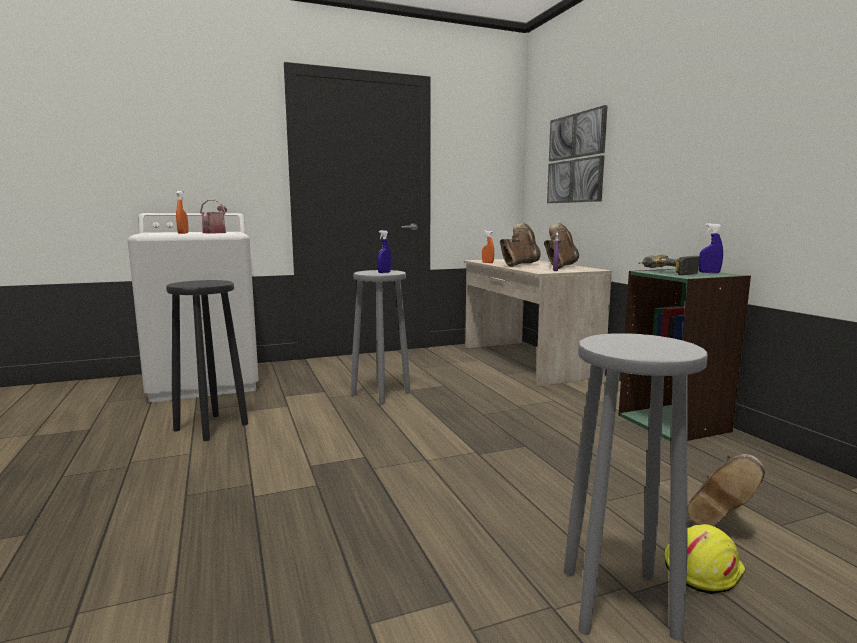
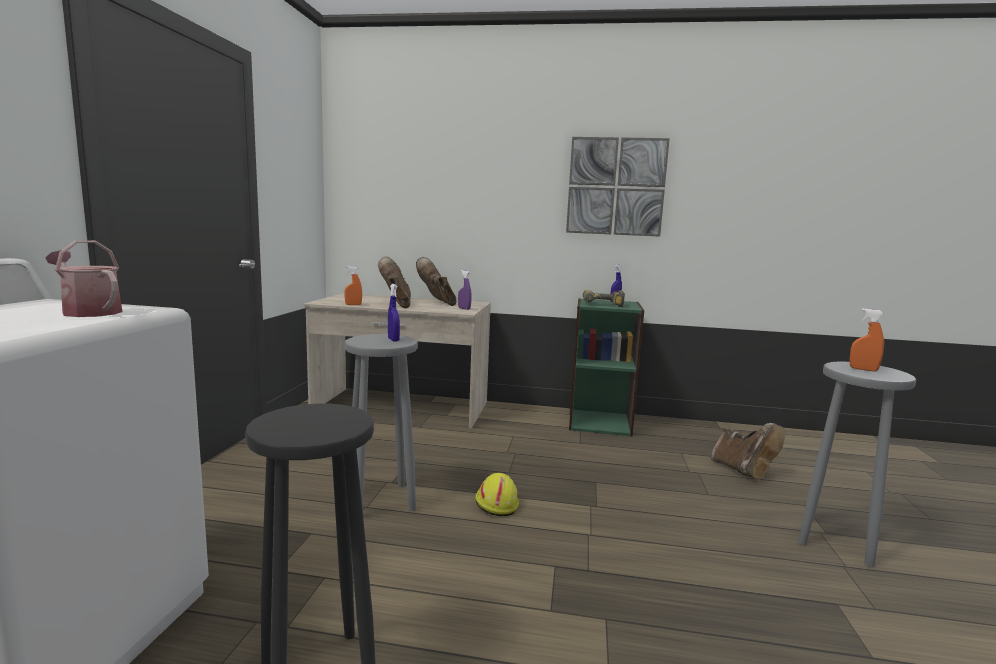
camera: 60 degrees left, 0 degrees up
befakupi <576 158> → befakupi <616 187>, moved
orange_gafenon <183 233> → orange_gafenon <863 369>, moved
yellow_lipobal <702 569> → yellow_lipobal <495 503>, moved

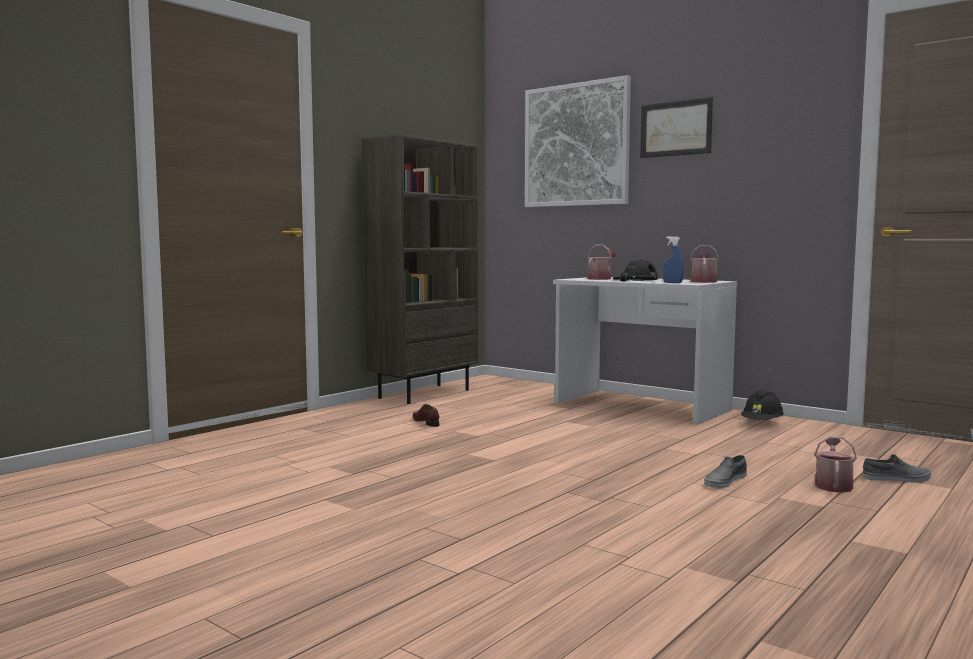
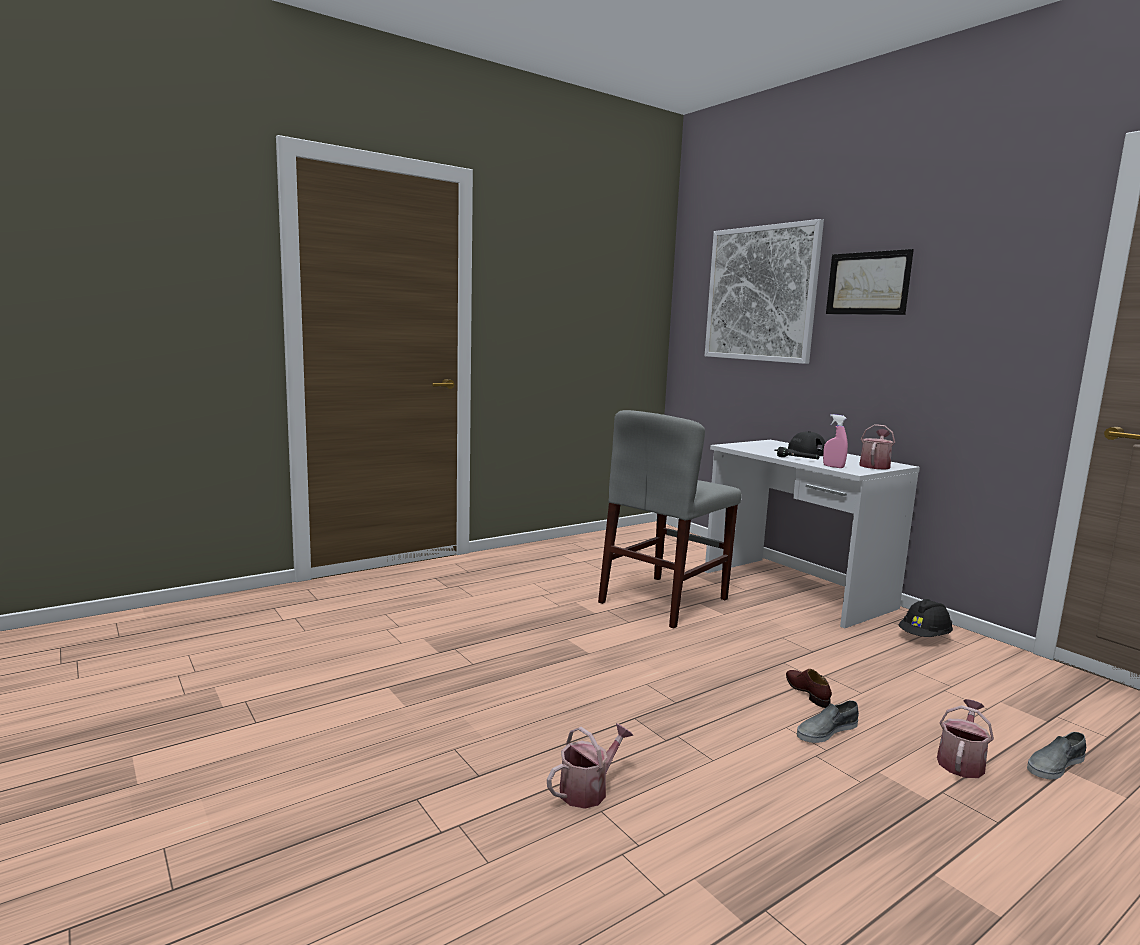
camera: 15 degrees right, 5 degrees up
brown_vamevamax <424 394> → -
blue_gafenon <672 283> → pink_gafenon <833 467>
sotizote <601 279> → sotizote <588 789>, moved
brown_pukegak <426 422> → brown_pukegak <807 692>, moved
grey_pukegak <897 479> → grey_pukegak <1054 765>, 135 degrees clockwise
- → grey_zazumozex <664 600>

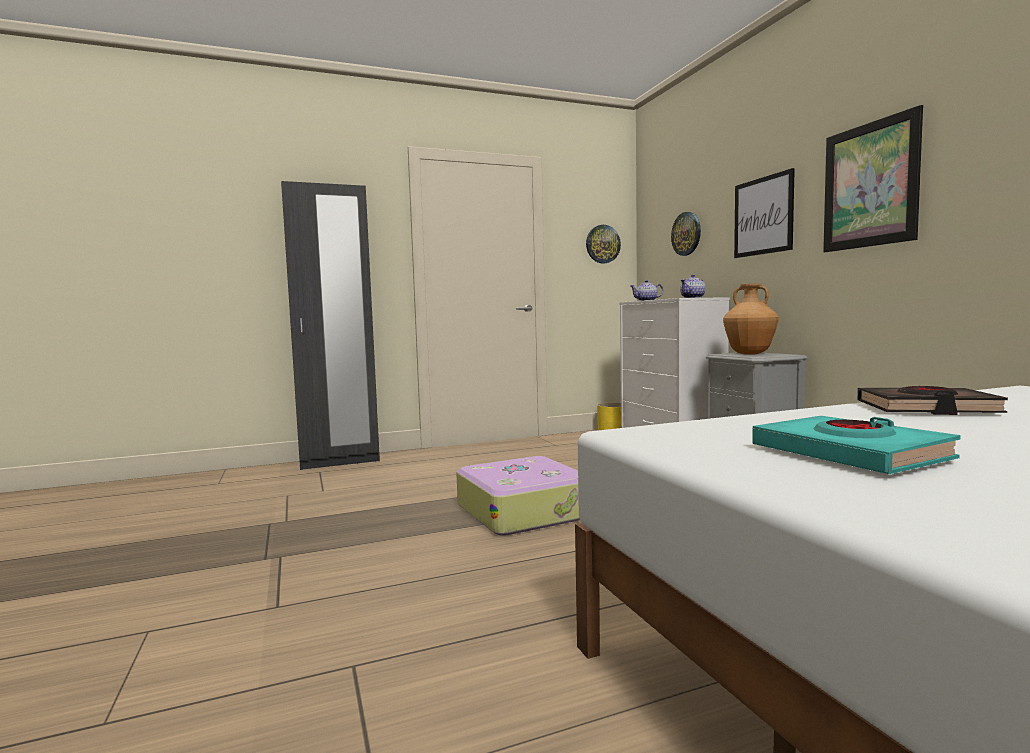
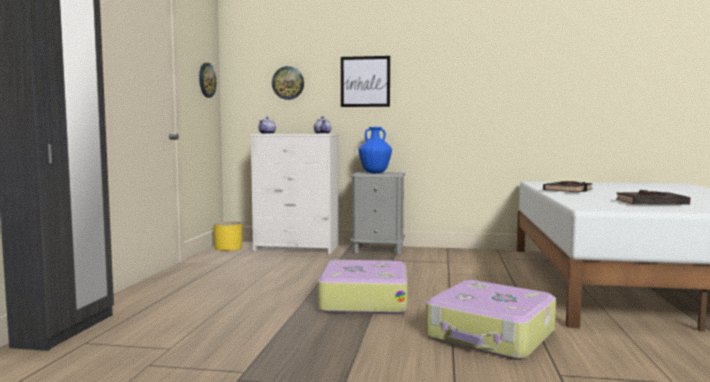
camera: 60 degrees left, 0 degrees up
befakupi <870 185> → -
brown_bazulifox <750 354> → blue_bazulifox <375 173>
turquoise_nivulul <849 454> → black_nivulul <651 203>
- → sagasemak <491 335>

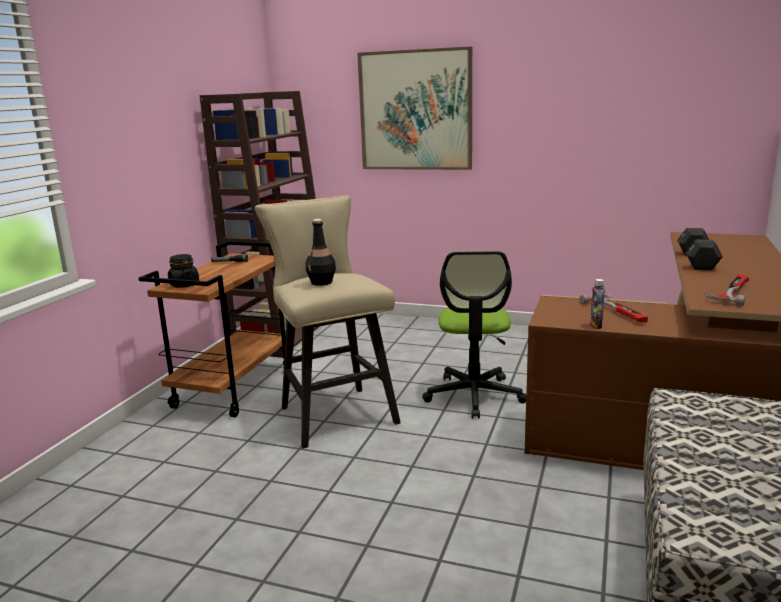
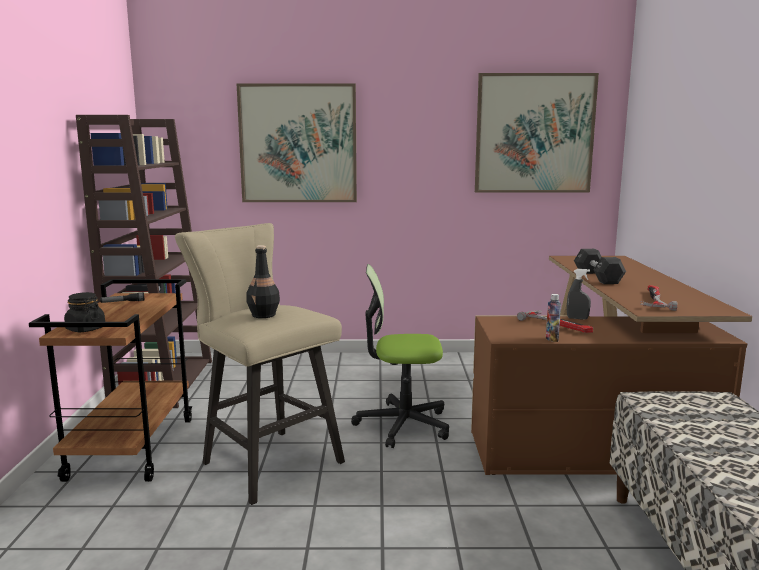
camera: 20 degrees left, 5 degrees down
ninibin <474 395> → ninibin <402 424>, 105 degrees clockwise
- → befakupi <534 134>
- → grey_gafenon <577 318>

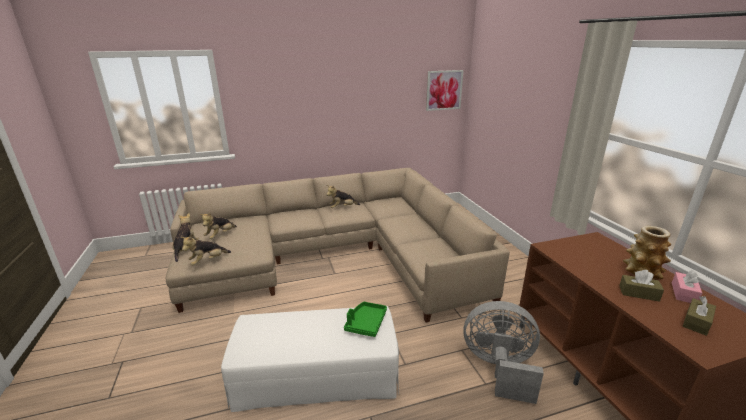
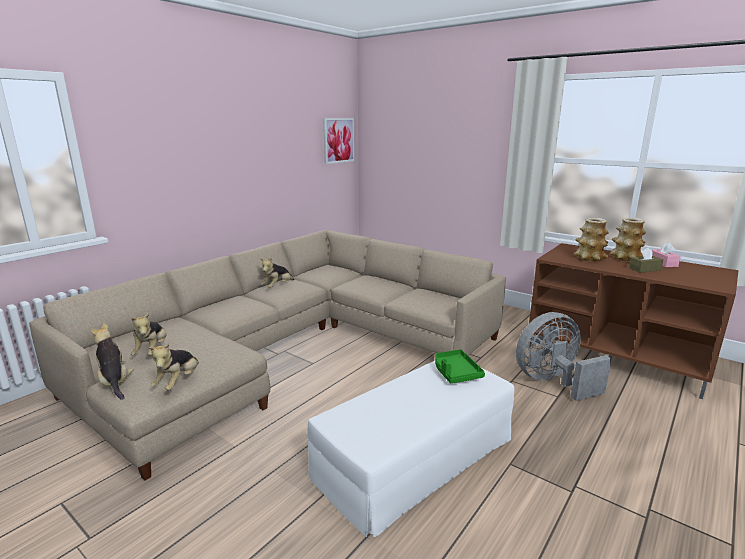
camera: 35 degrees left, 5 degrees down
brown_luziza <696 322> → -
- → bazulifox <589 258>

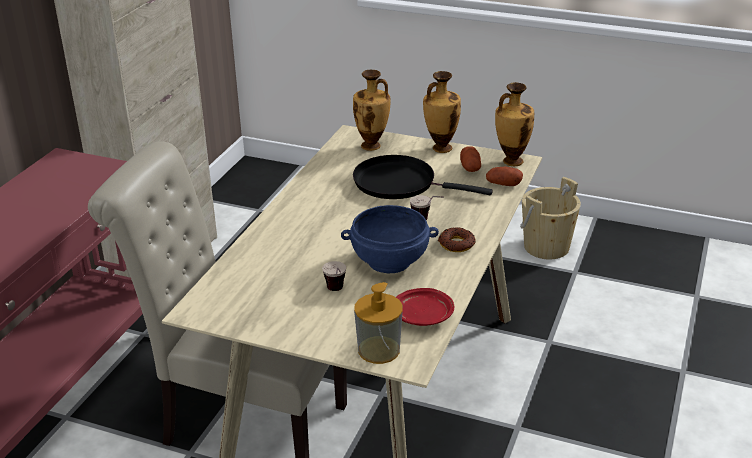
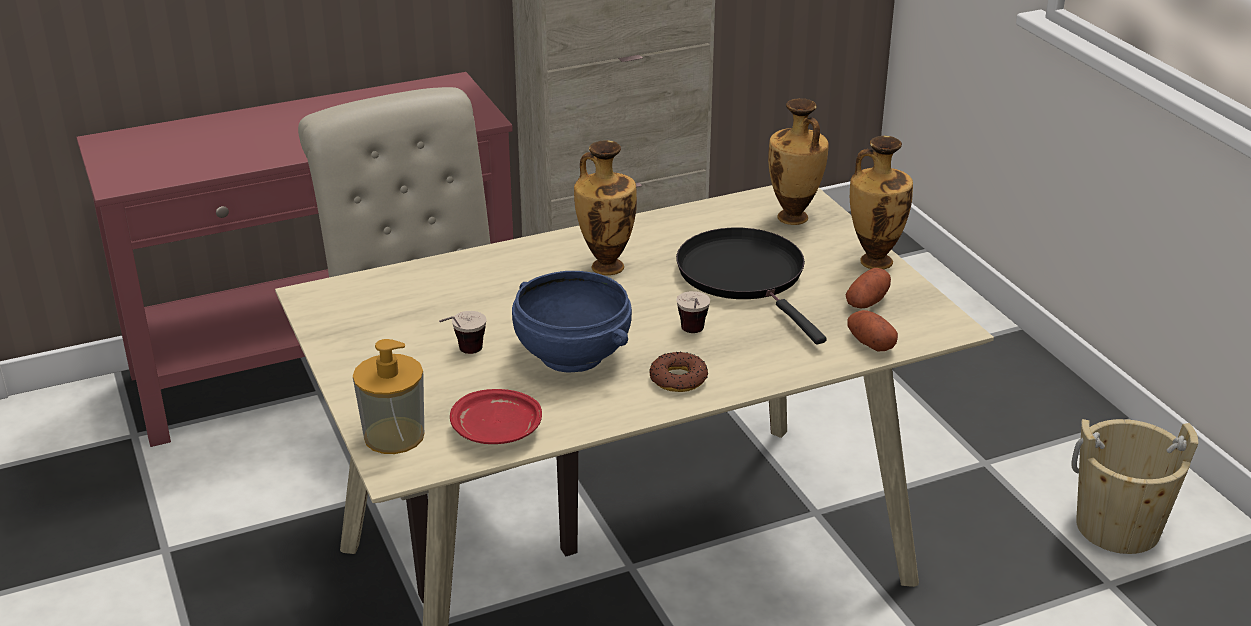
camera: 45 degrees right, 0 degrees up
bazulifox <511 161> → bazulifox <606 266>, moved

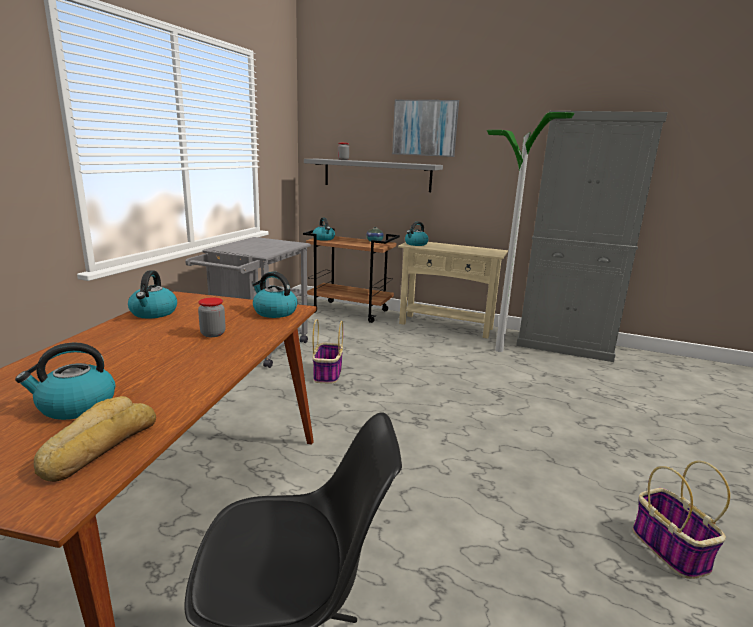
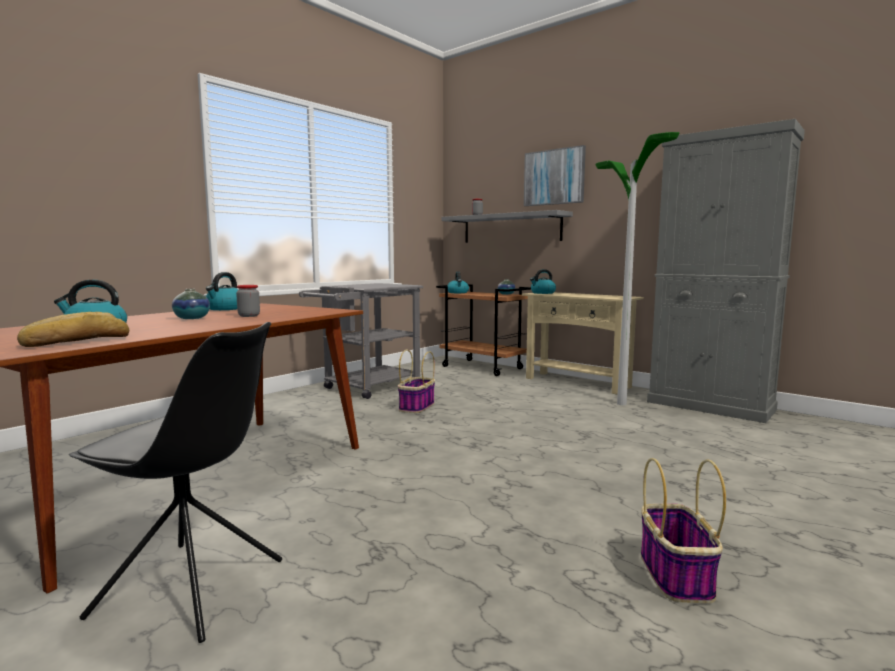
camera: 20 degrees right, 10 degrees down
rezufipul <274 312> → -
- → bazulifox <192 318>

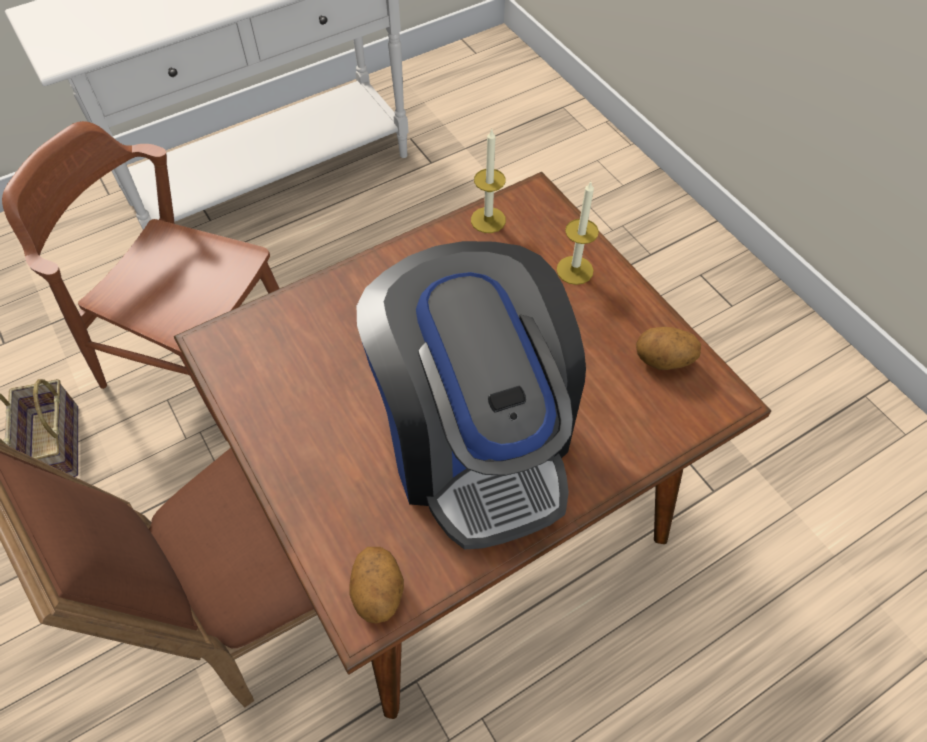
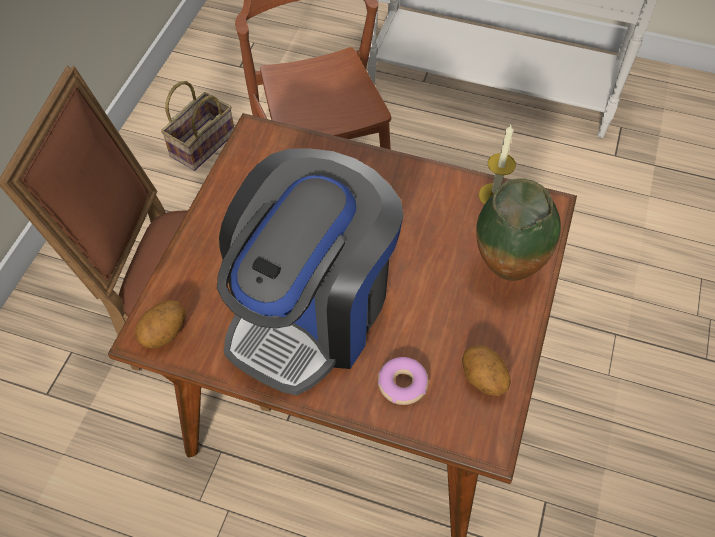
camera: 50 degrees right, 0 degrees up
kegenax <574 270> → bazulifox <506 274>
- → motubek <402 384>

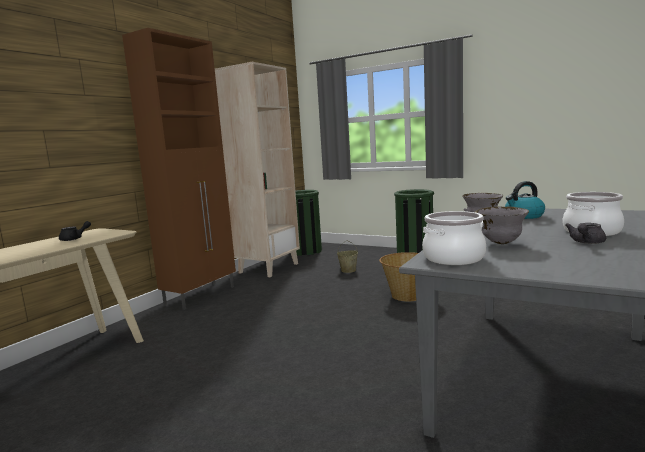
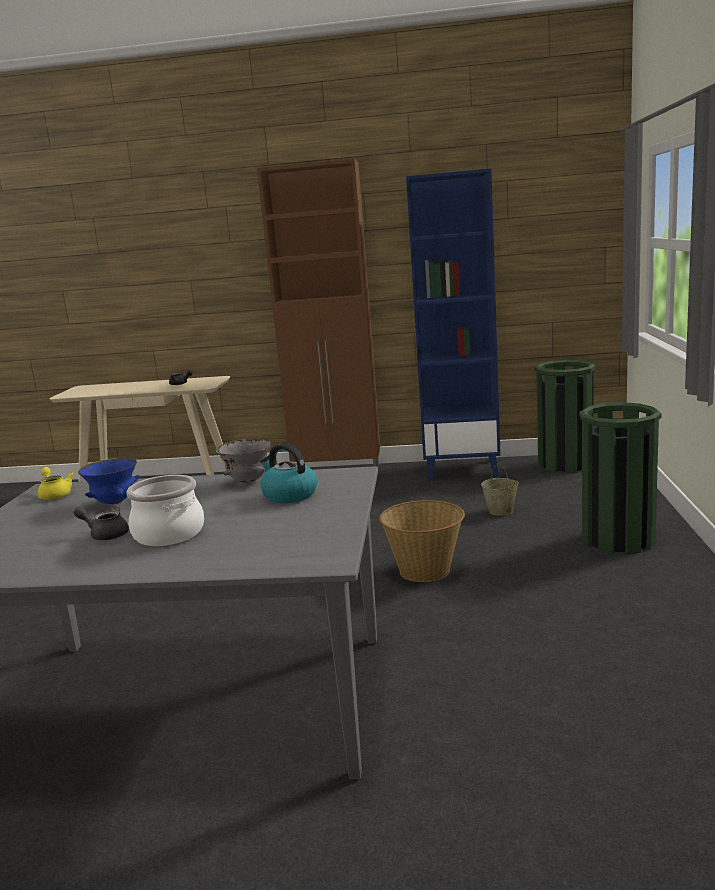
camera: 65 degrees right, 5 degrees up
beige_vamevamax <268 268> → blue_vamevamax <462 470>
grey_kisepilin <501 243> → blue_kisepilin <114 502>
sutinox <454 258> → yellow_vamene <55 494>

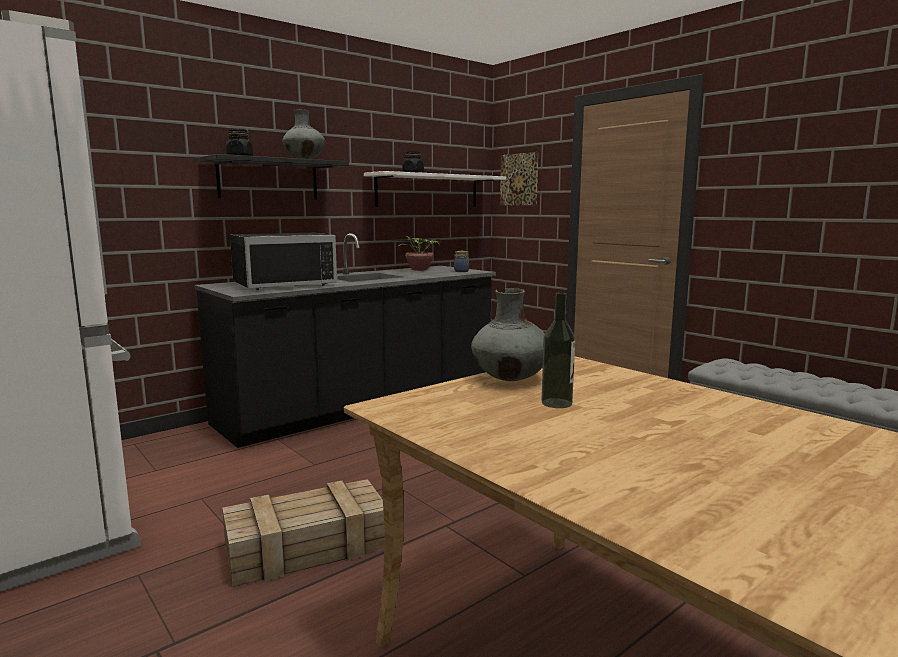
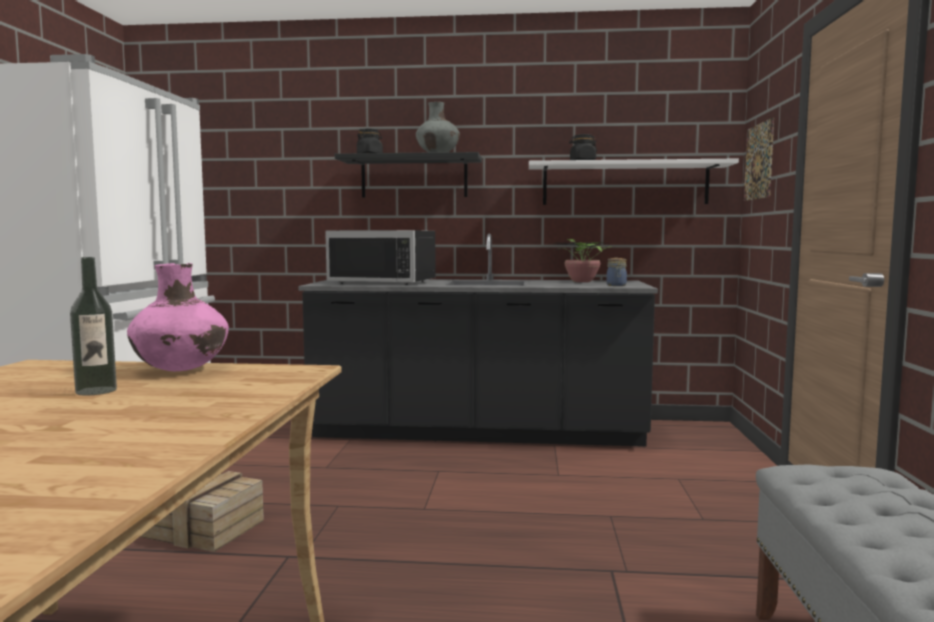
camera: 45 degrees right, 5 degrees down
grey_bazulifox <511 379> → pink_bazulifox <181 370>

